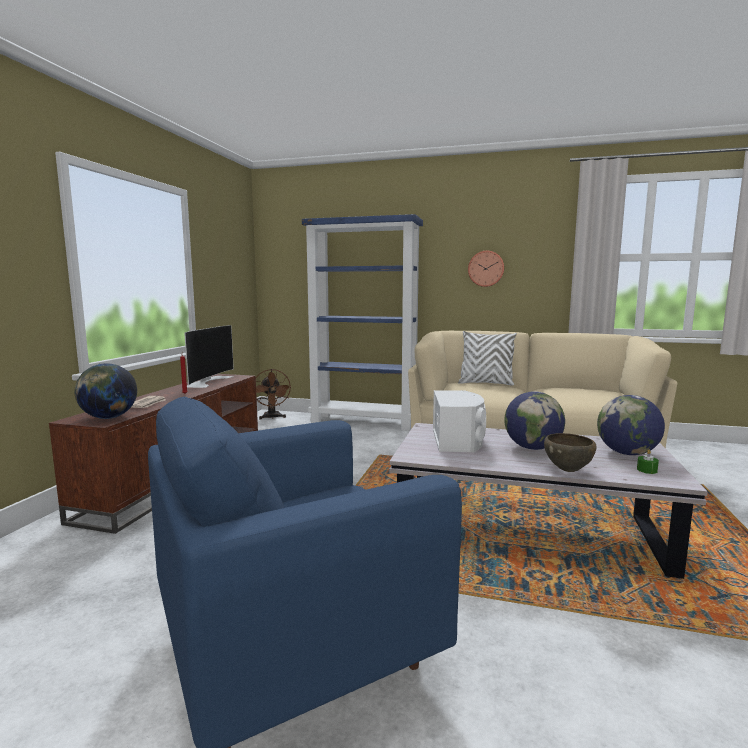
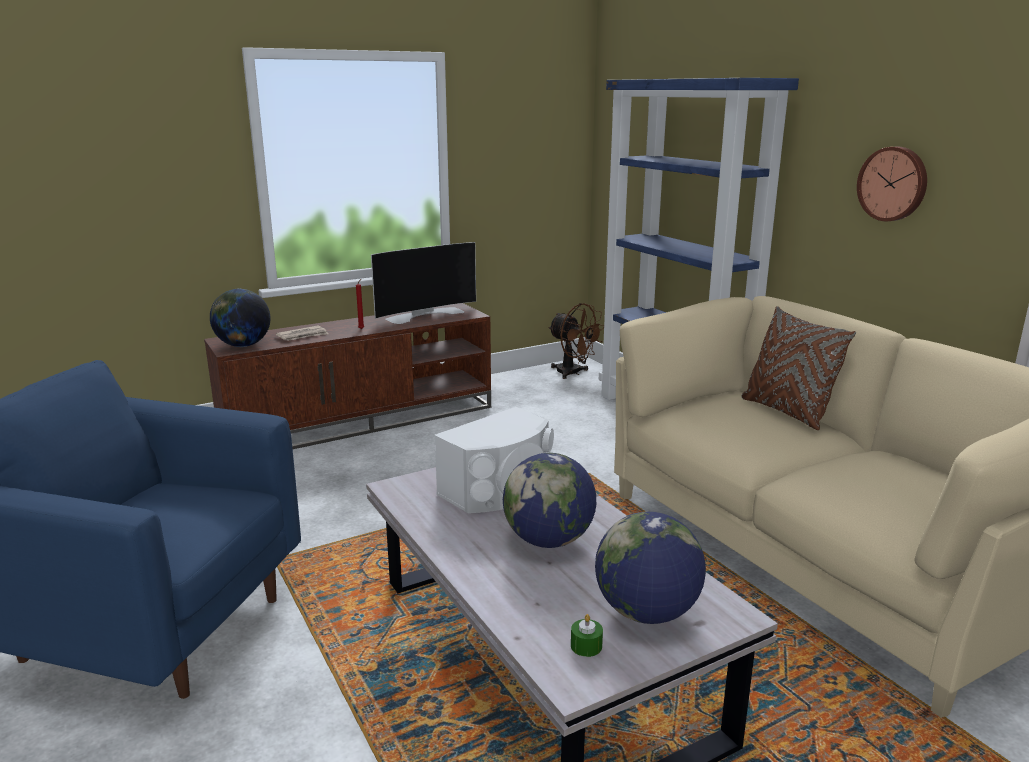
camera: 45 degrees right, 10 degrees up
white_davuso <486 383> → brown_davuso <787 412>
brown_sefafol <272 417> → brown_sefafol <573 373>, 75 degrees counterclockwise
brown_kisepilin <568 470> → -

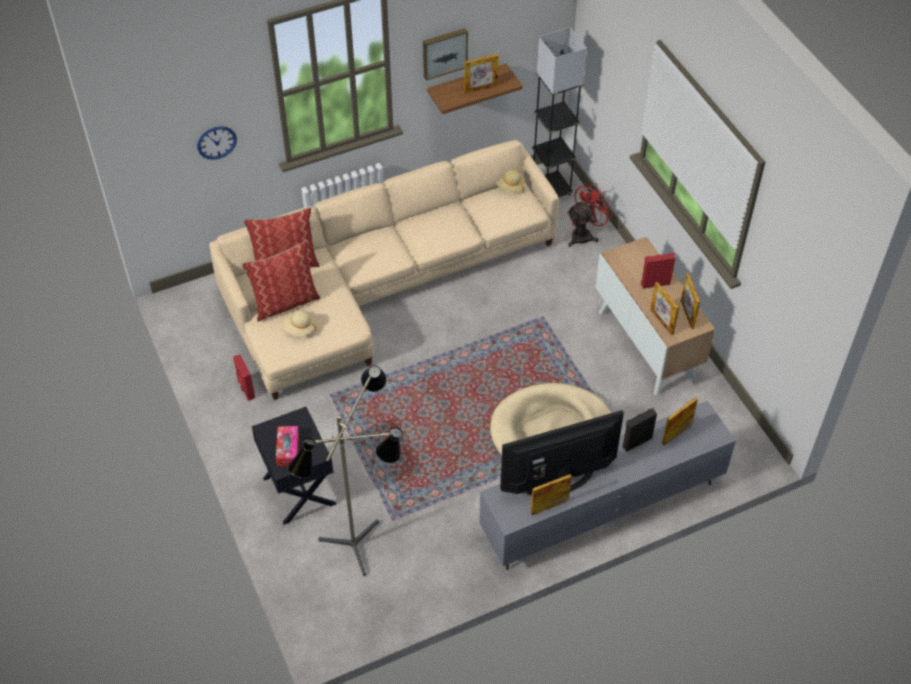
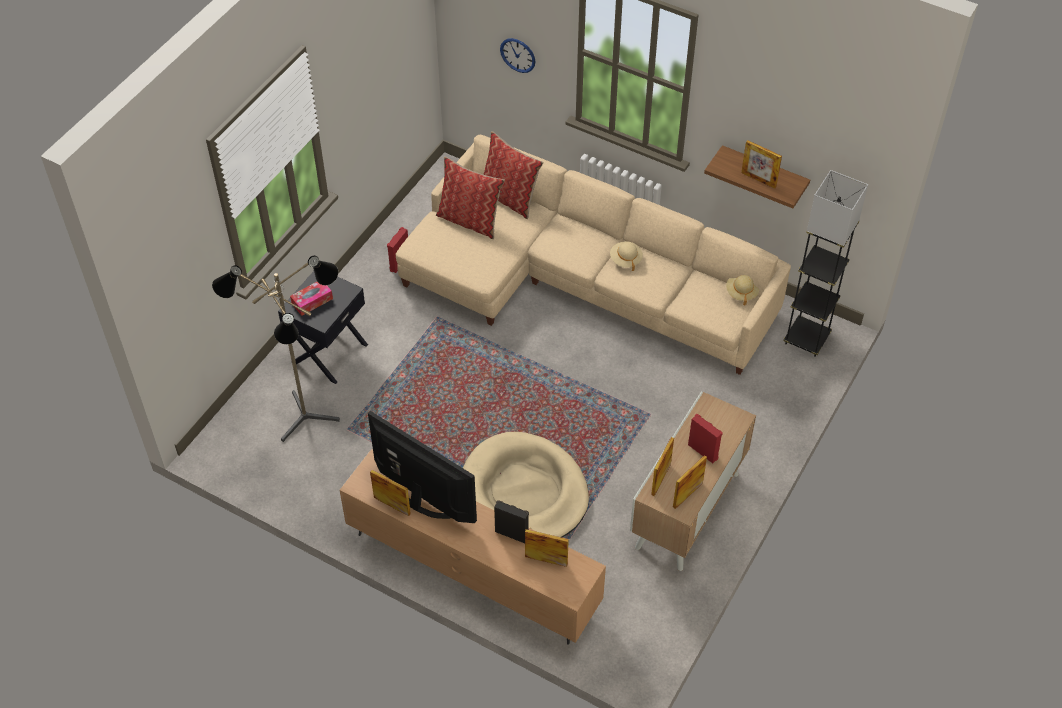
camera: 55 degrees right, 0 degrees up
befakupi <444 52> → -
red_sefafol <585 234> → -
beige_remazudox <300 328> → beige_remazudox <625 260>, moved
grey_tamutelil <602 509> → brown_tamutelil <473 572>

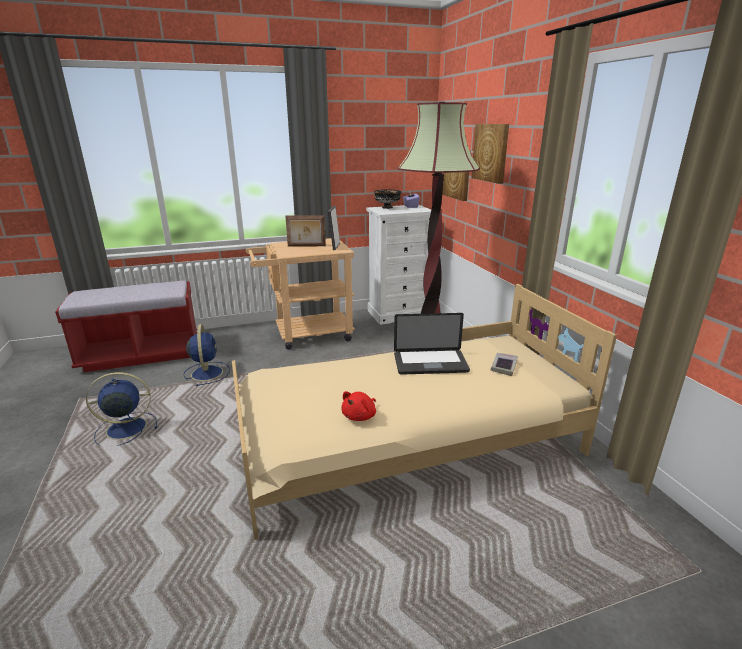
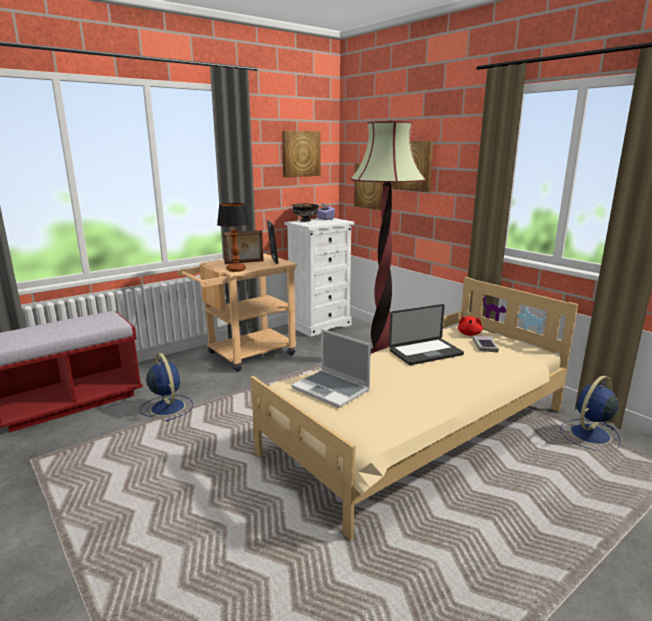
camera: 20 degrees left, 5 degrees down
blue_sefafol <124 429> → blue_sefafol <589 435>, moved
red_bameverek <360 416> → red_bameverek <469 334>, moved
- → befakupi <300 154>
- → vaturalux <236 269>
- → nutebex <332 389>

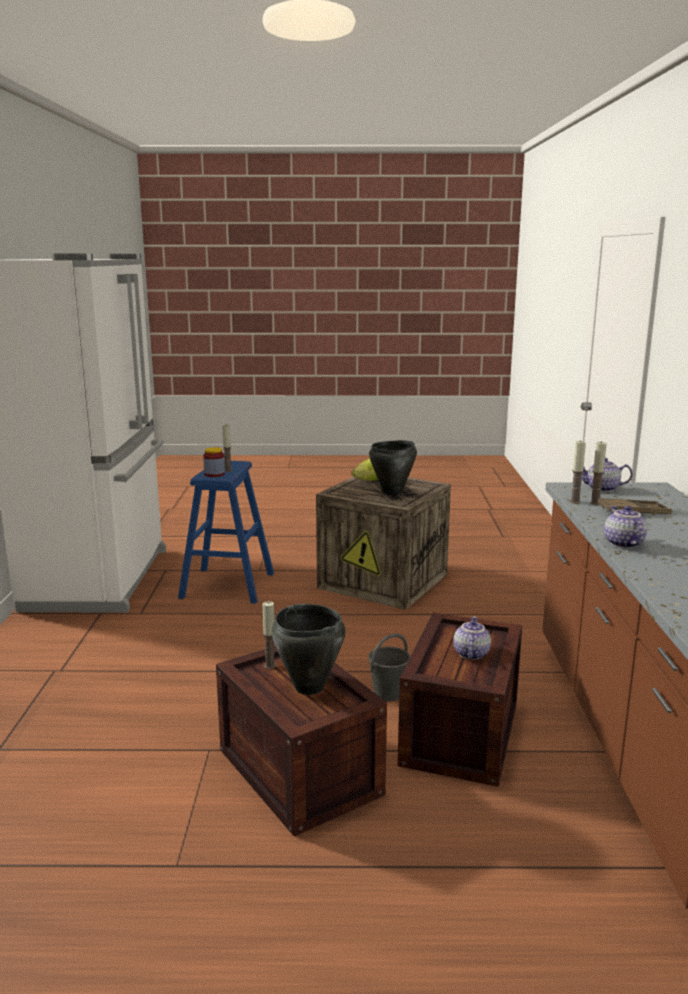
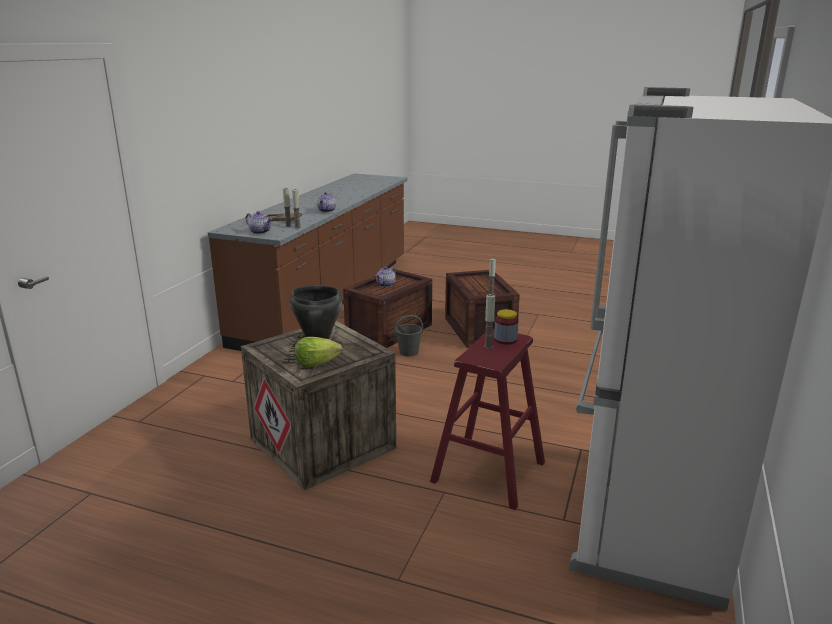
camera: 160 degrees left, 5 degrees up
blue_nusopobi <227 585> → red_nusopobi <488 472>
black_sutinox <309 688> → -

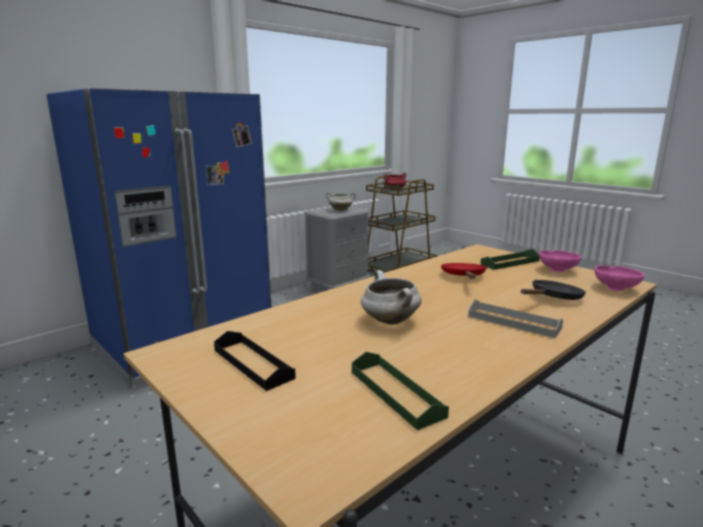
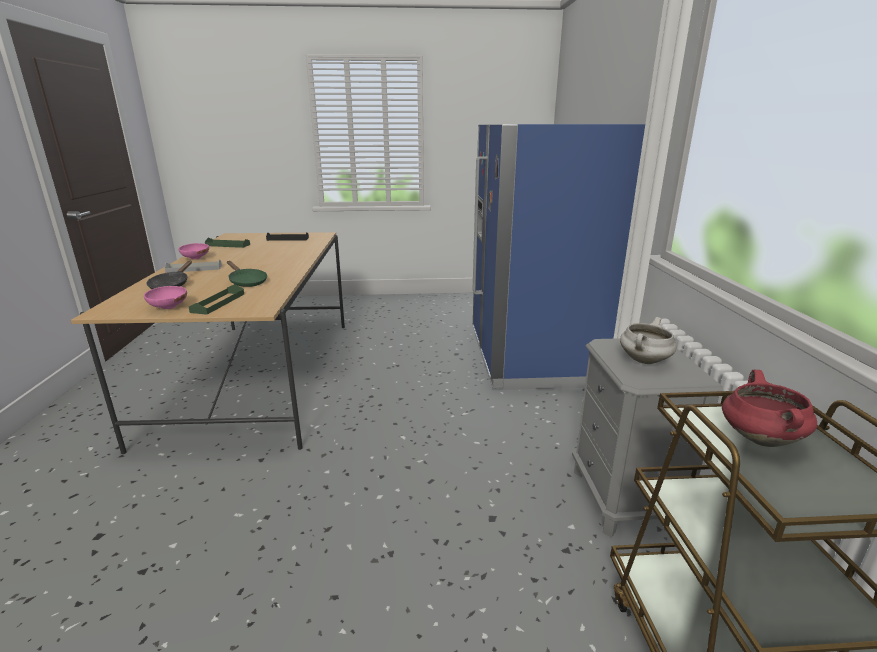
camera: 130 degrees right, 5 degrees up
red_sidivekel <464 276> → green_sidivekel <246 282>
pink_kisepilin <616 288> → pink_kisepilin <195 259>, moved
white_sutinox <389 320> → -

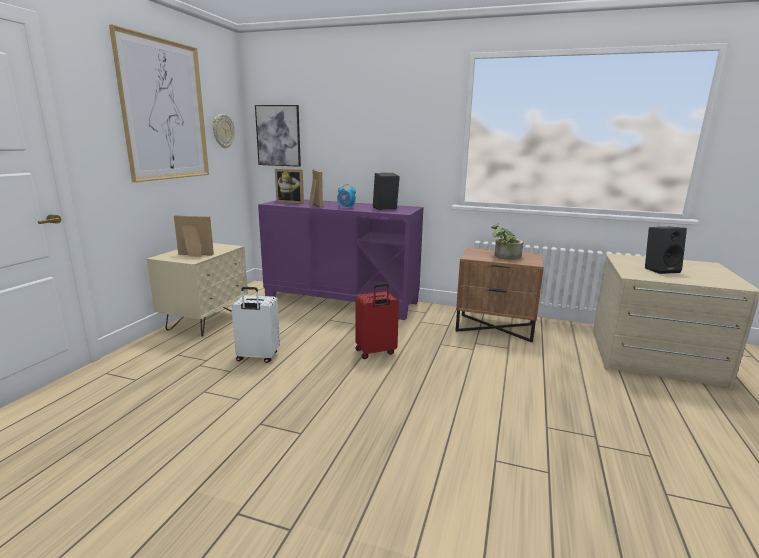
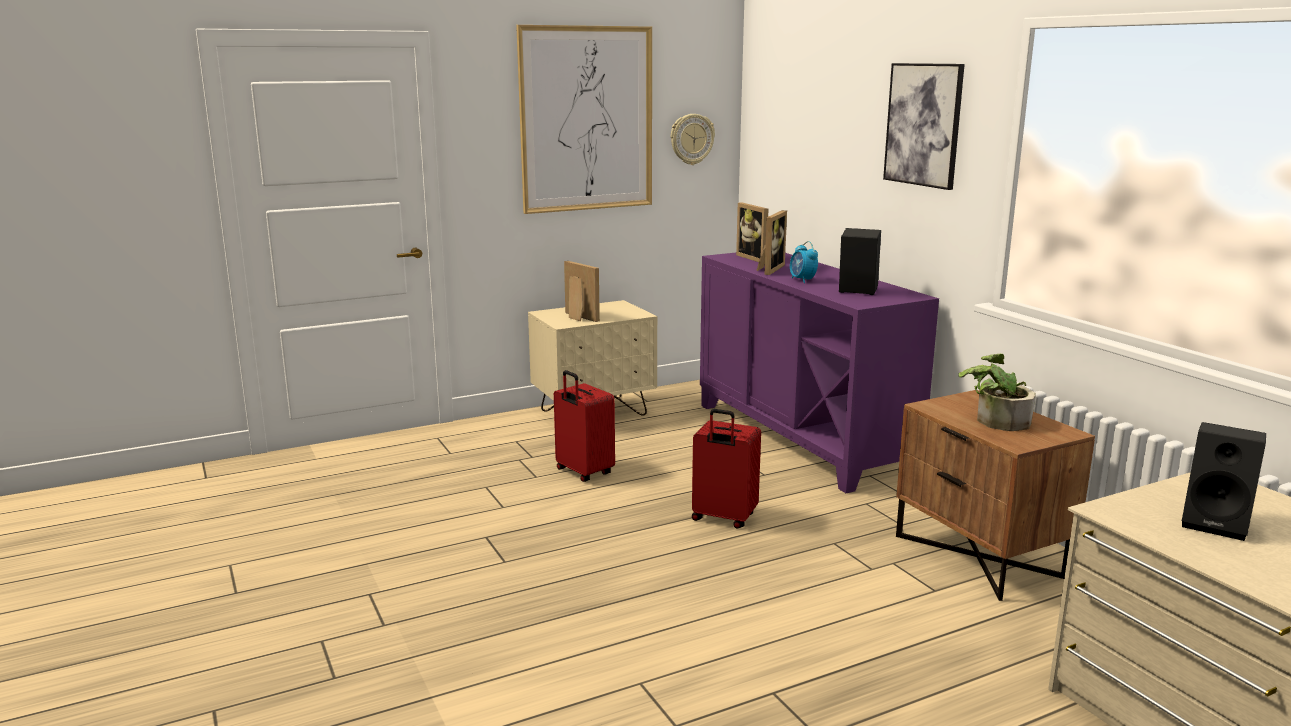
camera: 45 degrees right, 0 degrees up
befakupi <278 136> → befakupi <923 124>, moved
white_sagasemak <257 357> → red_sagasemak <583 472>

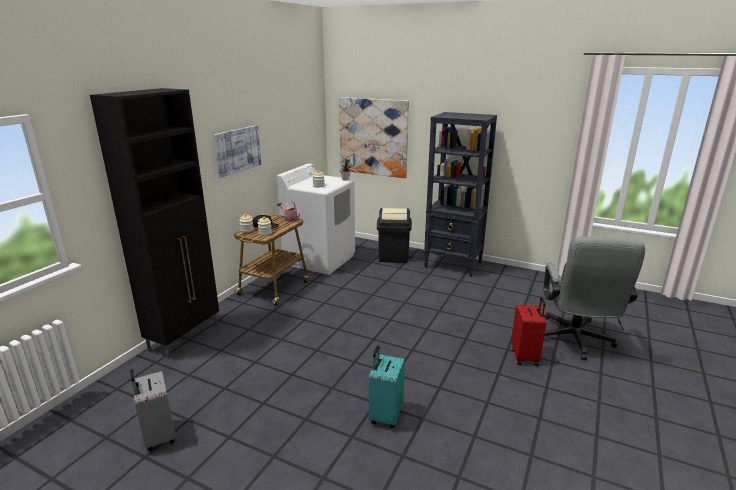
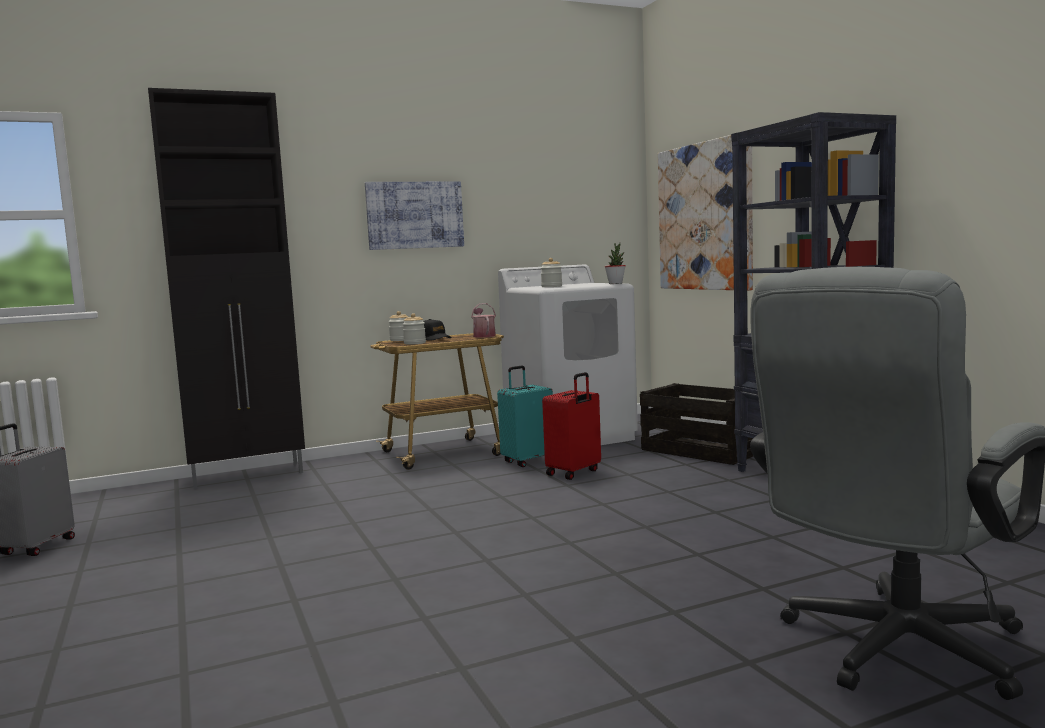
camera: 40 degrees right, 15 degrees down
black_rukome <393 257> → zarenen <703 450>
red_sagasemak <525 357> → red_sagasemak <574 473>, moved
turquoise_sagasemak <385 415> → turquoise_sagasemak <528 461>, moved

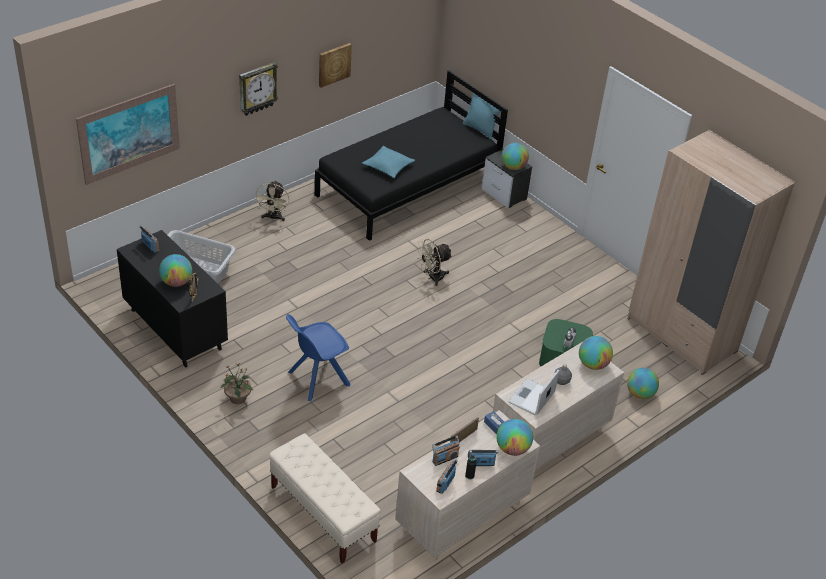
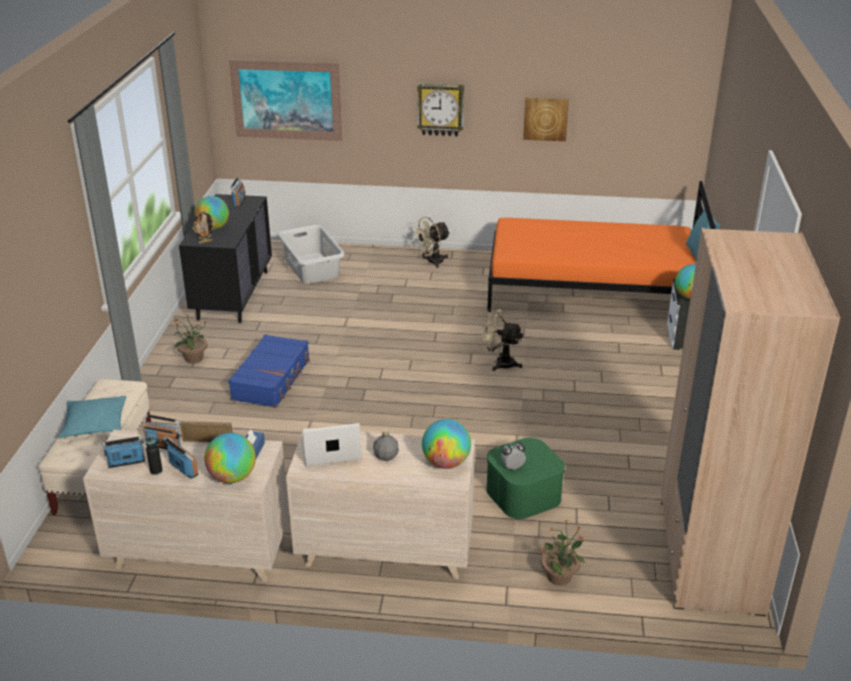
camera: 50 degrees right, 10 degrees down
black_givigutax <408 187> → orange_givigutax <591 291>
turquoise_davuso <388 166> → turquoise_davuso <95 424>, moved
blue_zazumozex <317 379> → blue_sagasemak <272 379>
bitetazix <640 394> → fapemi <560 576>

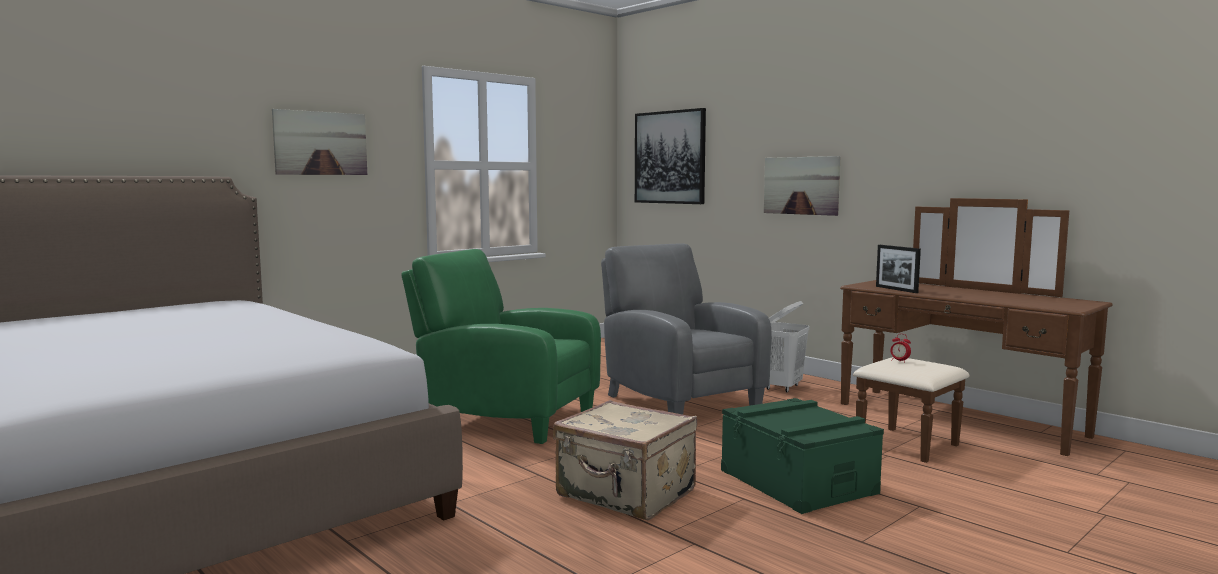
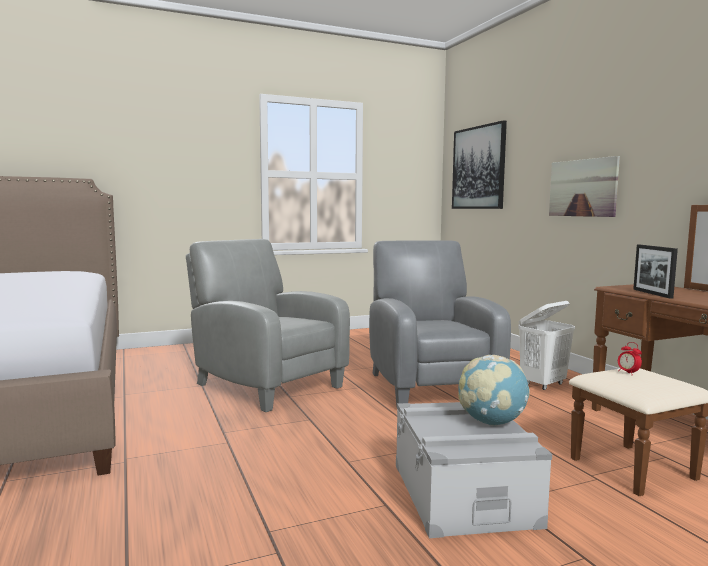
camera: 20 degrees right, 0 degrees up
befakupi <321 143> → -
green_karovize <505 418> → grey_karovize <266 384>
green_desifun <798 481> → grey_desifun <463 494>
beige_sagasemak <625 494> → -
- → bitetazix <491 422>

